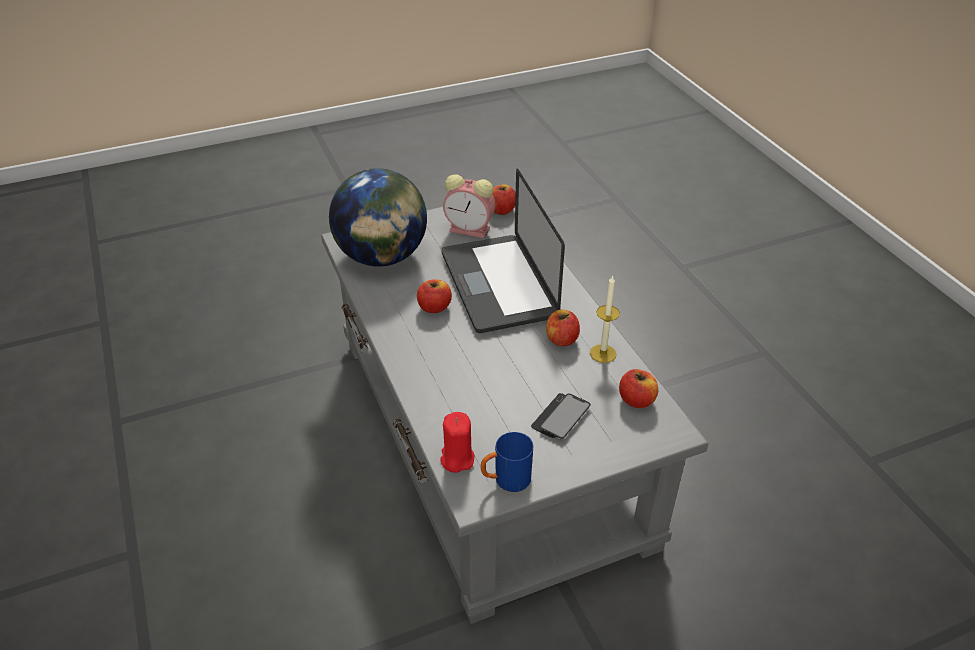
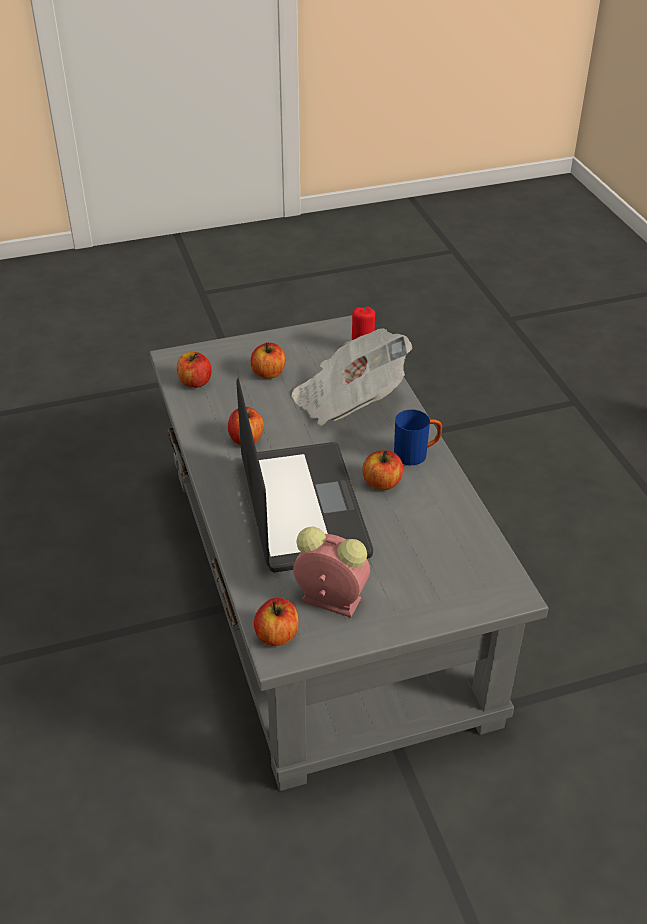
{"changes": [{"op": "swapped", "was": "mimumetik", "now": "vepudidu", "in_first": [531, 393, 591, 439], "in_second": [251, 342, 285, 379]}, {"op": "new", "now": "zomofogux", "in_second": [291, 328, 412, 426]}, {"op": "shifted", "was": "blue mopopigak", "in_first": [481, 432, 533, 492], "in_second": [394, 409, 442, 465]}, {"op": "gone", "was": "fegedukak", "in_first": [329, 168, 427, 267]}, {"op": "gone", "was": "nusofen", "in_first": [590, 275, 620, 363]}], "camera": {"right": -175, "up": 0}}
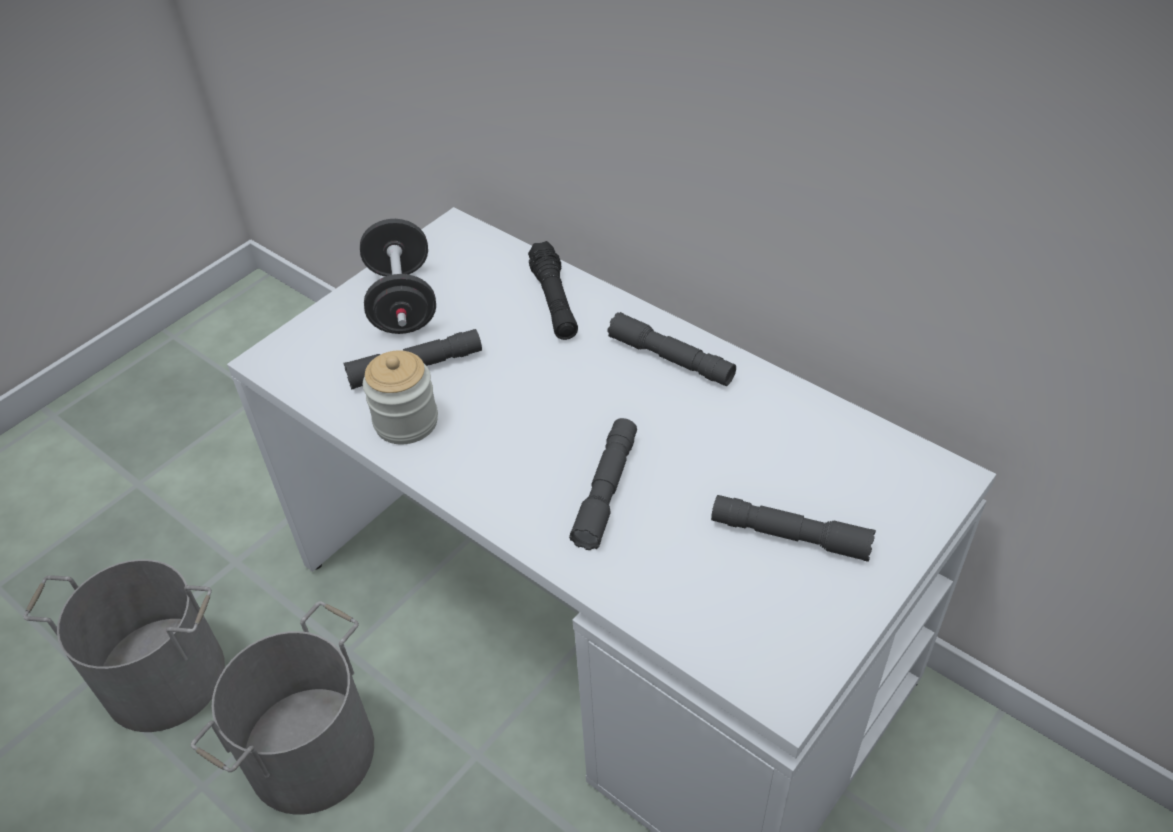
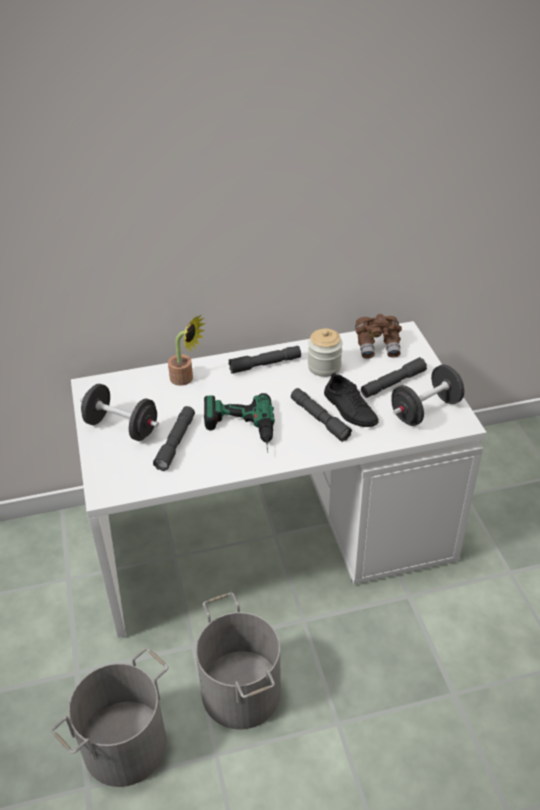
{"changes": [{"op": "swapped", "was": "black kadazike", "now": "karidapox", "in_first": [528, 241, 578, 340], "in_second": [168, 315, 206, 386]}, {"op": "new", "now": "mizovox", "in_second": [204, 393, 275, 453]}, {"op": "shifted", "was": "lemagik", "in_first": [363, 350, 438, 444], "in_second": [308, 329, 343, 377]}, {"op": "new", "now": "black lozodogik", "in_second": [324, 372, 378, 427]}, {"op": "new", "now": "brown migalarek", "in_second": [355, 314, 402, 359]}, {"op": "new", "now": "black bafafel", "in_second": [392, 364, 464, 426]}], "camera": {"right": -55, "up": -5}}
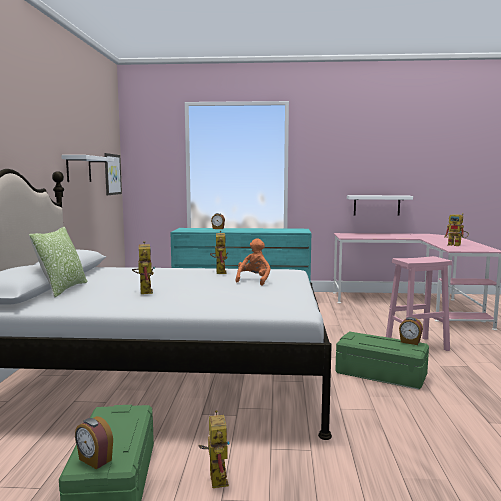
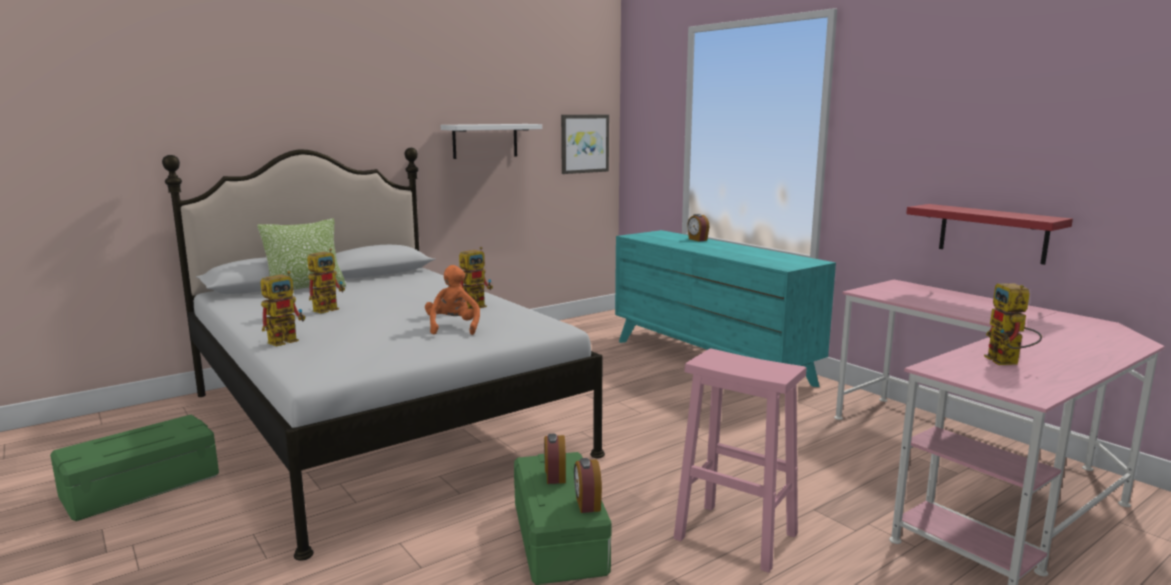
{"changes": [{"op": "shifted", "was": "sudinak", "in_first": [199, 410, 230, 488], "in_second": [261, 271, 305, 347]}, {"op": "rotated", "was": "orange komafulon", "in_first": [235, 238, 271, 286], "in_second": [425, 265, 480, 335], "clockwise": -75}, {"op": "shifted", "was": "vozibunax", "in_first": [75, 416, 113, 469], "in_second": [544, 434, 566, 484]}, {"op": "repainted", "was": "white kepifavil", "now": "red kepifavil", "in_first": [347, 195, 413, 216], "in_second": [906, 204, 1073, 265]}], "camera": {"right": 50, "up": 5}}
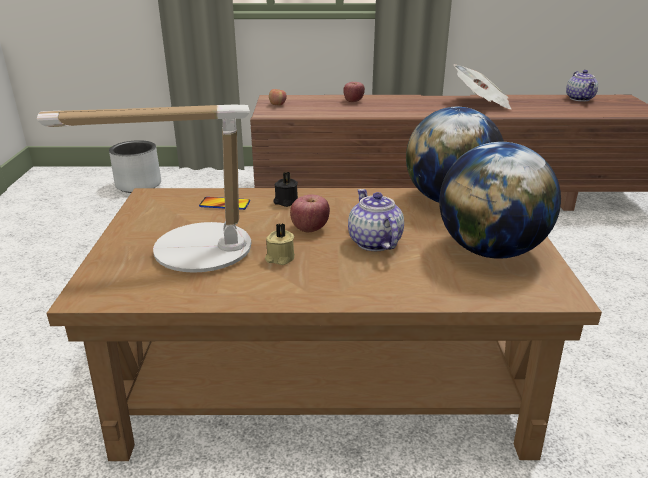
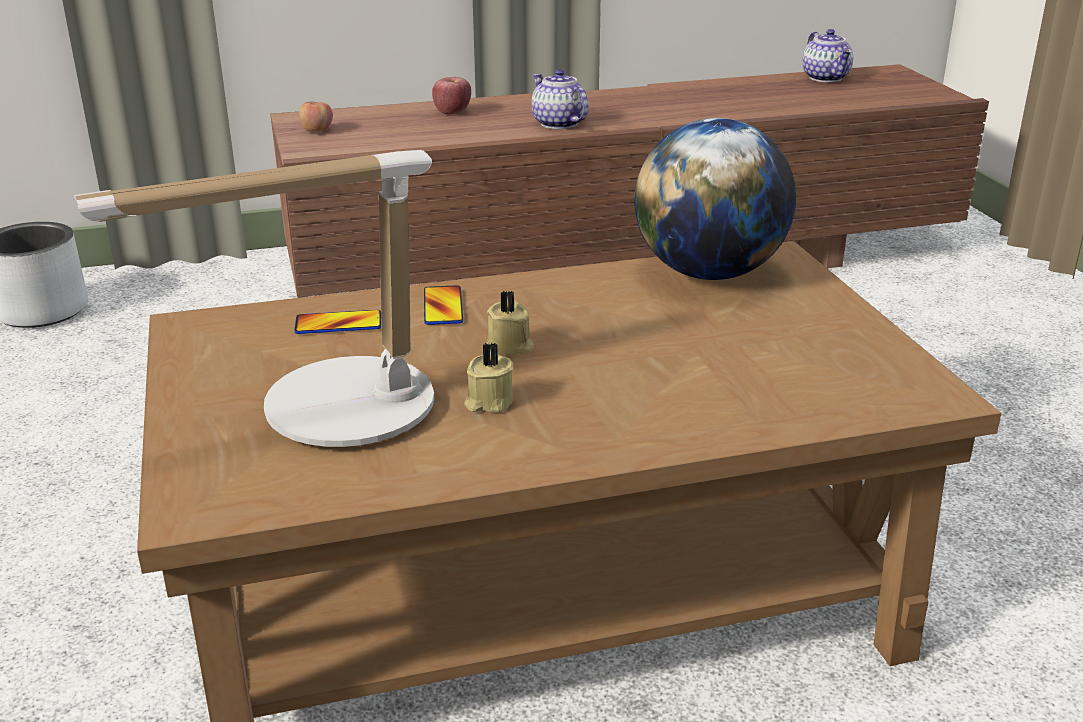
{"changes": [{"op": "swapped", "was": "black nusofen", "now": "mimumetik", "in_first": [273, 172, 298, 207], "in_second": [424, 285, 463, 325]}, {"op": "swapped", "was": "vepudidu", "now": "beige nusofen", "in_first": [290, 194, 330, 232], "in_second": [487, 290, 534, 355]}, {"op": "shifted", "was": "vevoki", "in_first": [348, 189, 404, 251], "in_second": [532, 69, 588, 129]}, {"op": "gone", "was": "fegedukak", "in_first": [439, 142, 561, 259]}, {"op": "gone", "was": "zomofogux", "in_first": [454, 64, 512, 110]}], "camera": {"right": -15, "up": 0}}
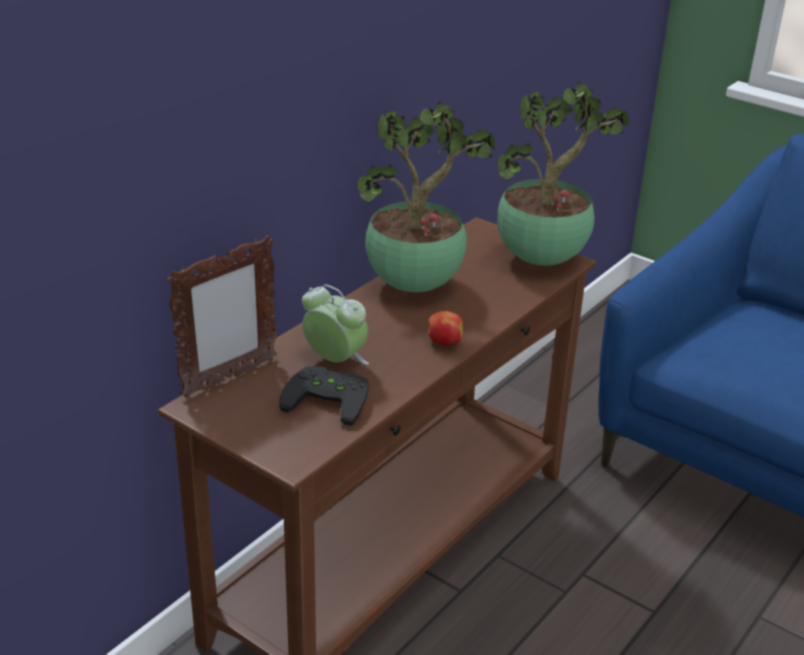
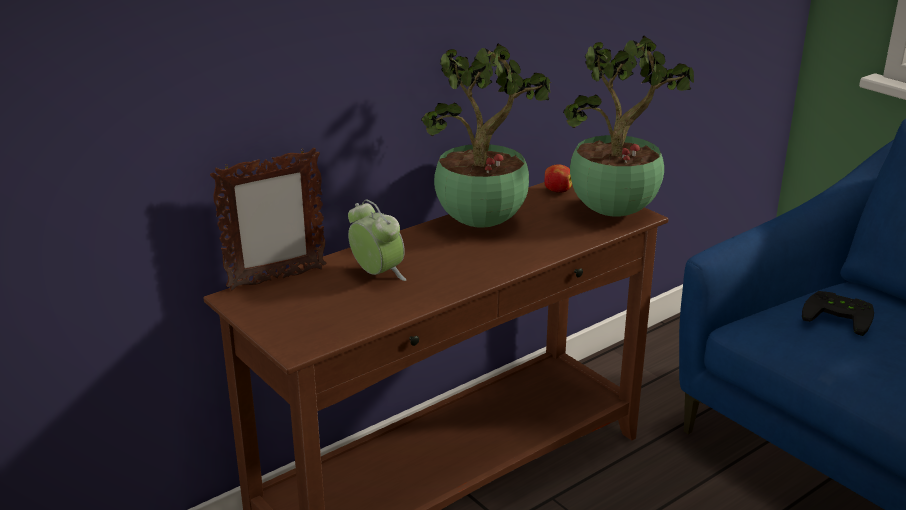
{"changes": [{"op": "shifted", "was": "vepudidu", "in_first": [428, 311, 463, 346], "in_second": [544, 164, 572, 193]}, {"op": "shifted", "was": "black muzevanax", "in_first": [279, 367, 369, 426], "in_second": [802, 291, 874, 336]}], "camera": {"right": 15, "up": -5}}
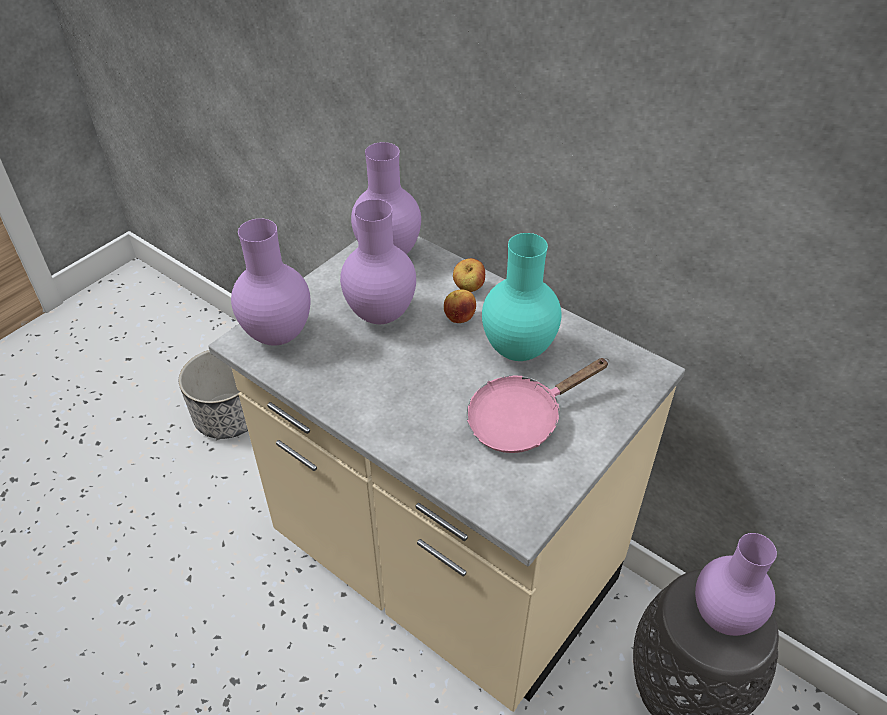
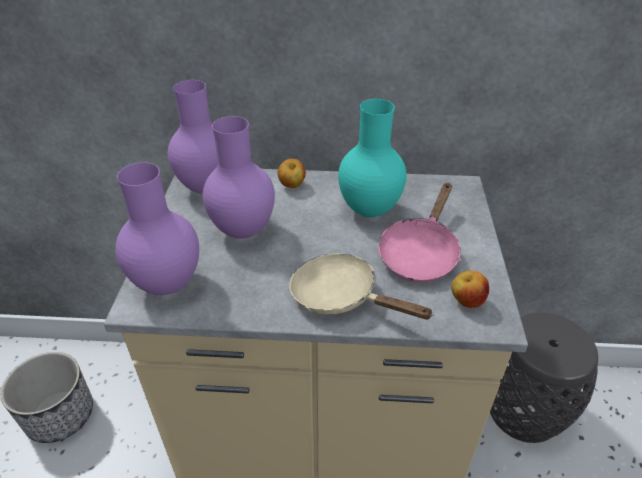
{"changes": [{"op": "new", "now": "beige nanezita", "in_second": [289, 253, 434, 320]}, {"op": "shifted", "was": "vepudidu", "in_first": [444, 290, 476, 323], "in_second": [451, 270, 489, 308]}, {"op": "gone", "was": "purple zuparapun", "in_first": [695, 533, 777, 636]}], "camera": {"right": -35, "up": -5}}
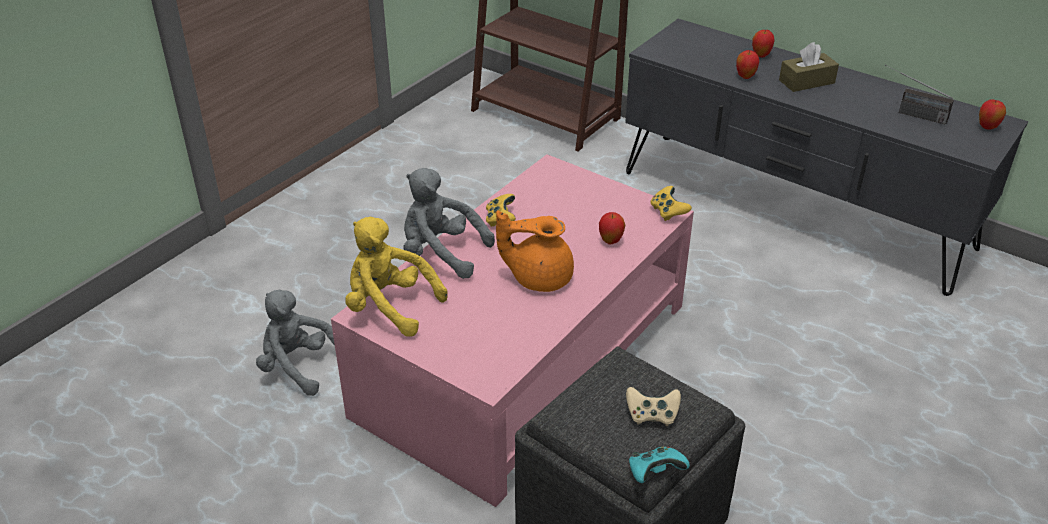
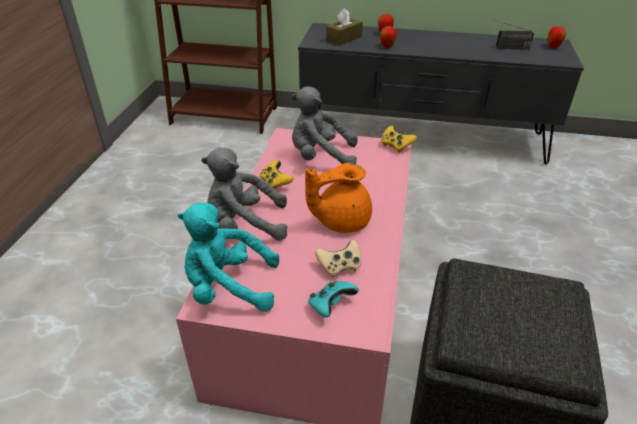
{"changes": [{"op": "repainted", "was": "yellow komafulon", "now": "turquoise komafulon", "in_first": [345, 217, 448, 337], "in_second": [178, 203, 279, 312]}, {"op": "shifted", "was": "grey komafulon", "in_first": [256, 290, 335, 396], "in_second": [292, 86, 358, 165]}, {"op": "shifted", "was": "turquoise muzevanax", "in_first": [629, 446, 690, 483], "in_second": [308, 281, 359, 317]}, {"op": "shifted", "was": "beige muzevanax", "in_first": [626, 387, 681, 426], "in_second": [315, 240, 361, 277]}, {"op": "shifted", "was": "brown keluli", "in_first": [779, 42, 839, 92], "in_second": [326, 8, 363, 46]}, {"op": "gone", "was": "vepudidu", "in_first": [599, 212, 625, 244]}], "camera": {"right": -25, "up": 0}}
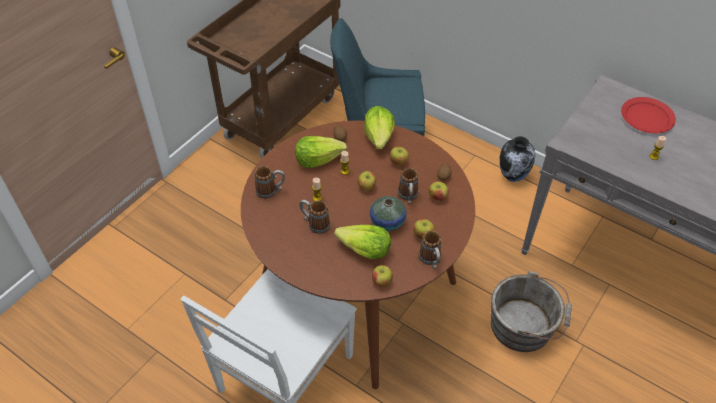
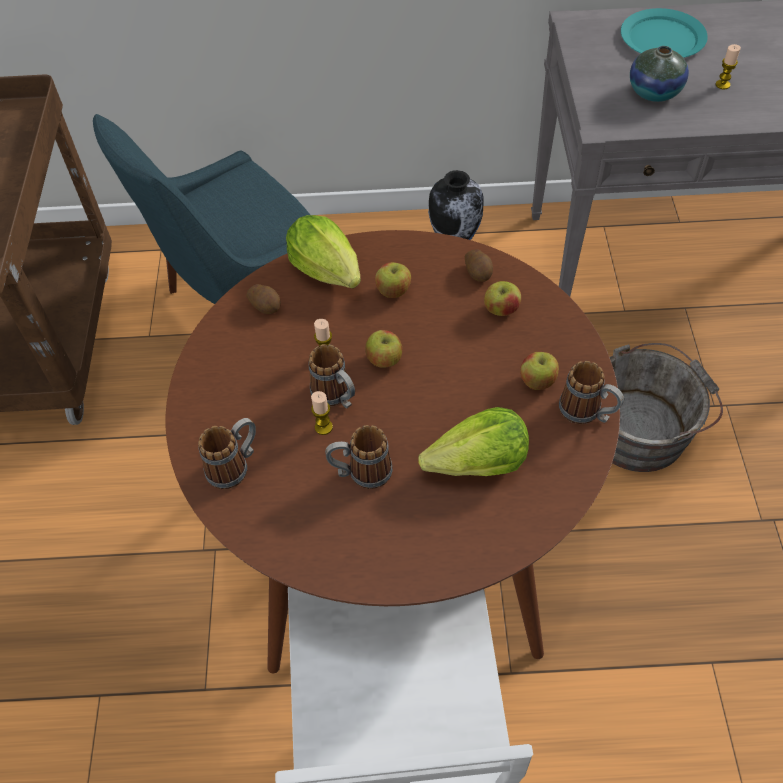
{"changes": [{"op": "shifted", "was": "mopopigak", "in_first": [398, 168, 419, 204], "in_second": [309, 344, 355, 408]}, {"op": "repainted", "was": "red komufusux", "now": "turquoise komufusux", "in_first": [621, 97, 676, 133], "in_second": [621, 8, 708, 58]}, {"op": "shifted", "was": "zuparapun", "in_first": [370, 196, 407, 231], "in_second": [630, 46, 689, 102]}, {"op": "gone", "was": "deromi", "in_first": [295, 136, 347, 168]}, {"op": "gone", "was": "vepudidu", "in_first": [372, 265, 393, 287]}], "camera": {"right": -35, "up": 5}}
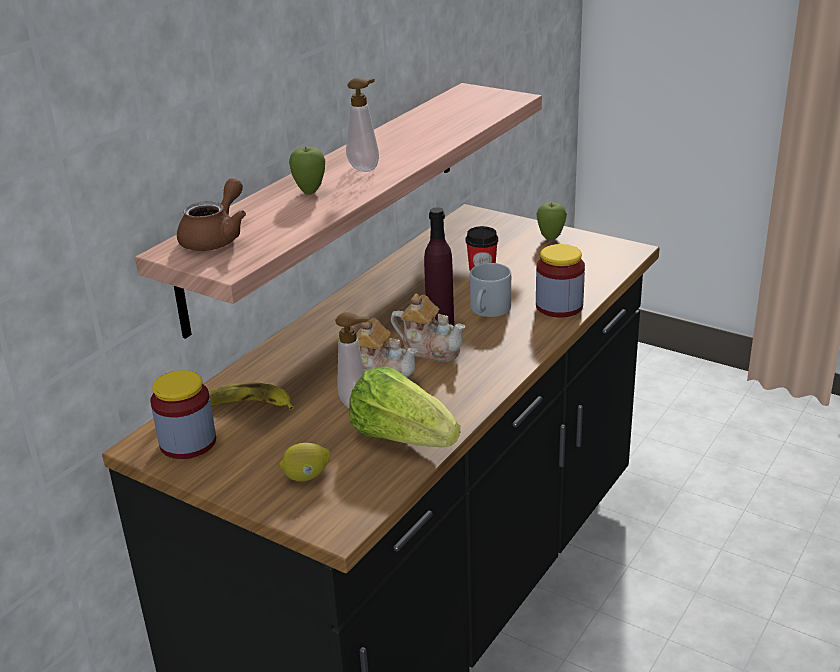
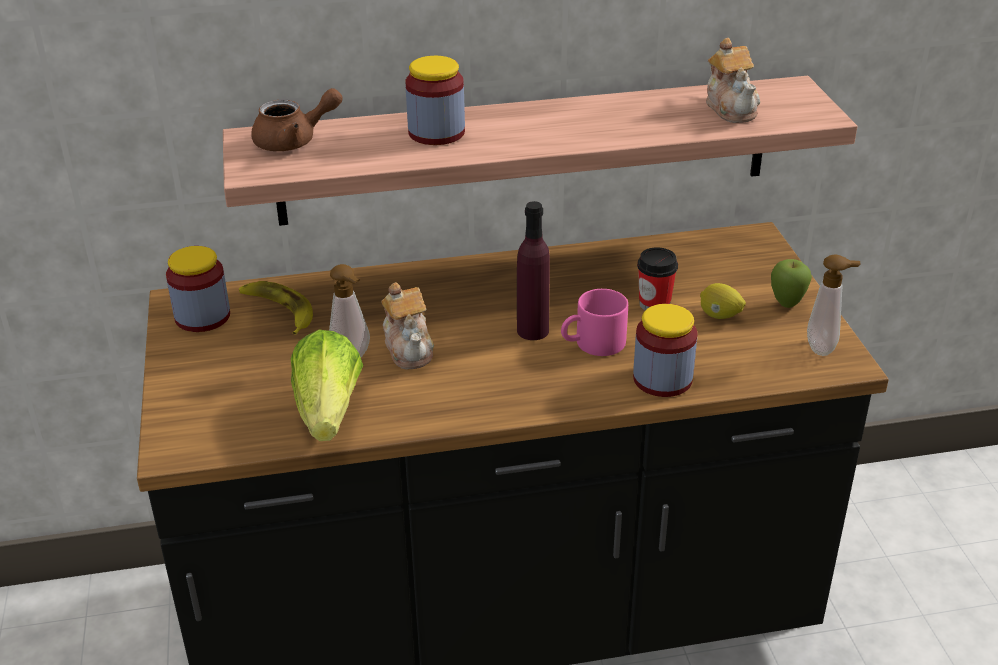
{"changes": [{"op": "swapped", "was": "vepudidu", "now": "lemagik", "in_first": [289, 147, 325, 195], "in_second": [406, 56, 465, 145]}, {"op": "repainted", "was": "grey mopopigak", "now": "pink mopopigak", "in_first": [470, 263, 511, 317], "in_second": [561, 289, 628, 356]}, {"op": "shifted", "was": "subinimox", "in_first": [279, 443, 330, 481], "in_second": [700, 283, 746, 319]}, {"op": "shifted", "was": "vevoki", "in_first": [391, 294, 465, 362], "in_second": [706, 38, 760, 123]}, {"op": "shifted", "was": "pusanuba", "in_first": [346, 78, 379, 172], "in_second": [807, 254, 861, 356]}], "camera": {"right": 45, "up": 5}}
